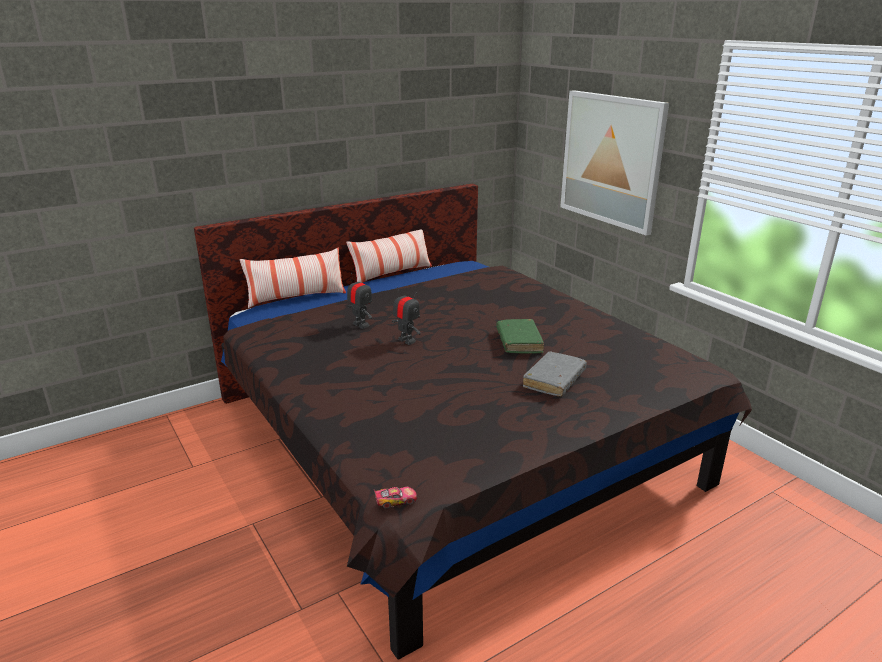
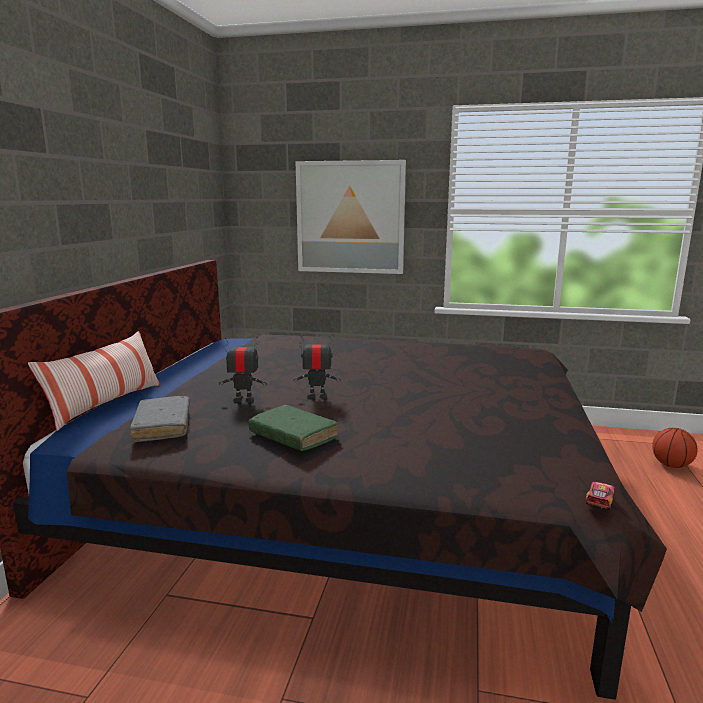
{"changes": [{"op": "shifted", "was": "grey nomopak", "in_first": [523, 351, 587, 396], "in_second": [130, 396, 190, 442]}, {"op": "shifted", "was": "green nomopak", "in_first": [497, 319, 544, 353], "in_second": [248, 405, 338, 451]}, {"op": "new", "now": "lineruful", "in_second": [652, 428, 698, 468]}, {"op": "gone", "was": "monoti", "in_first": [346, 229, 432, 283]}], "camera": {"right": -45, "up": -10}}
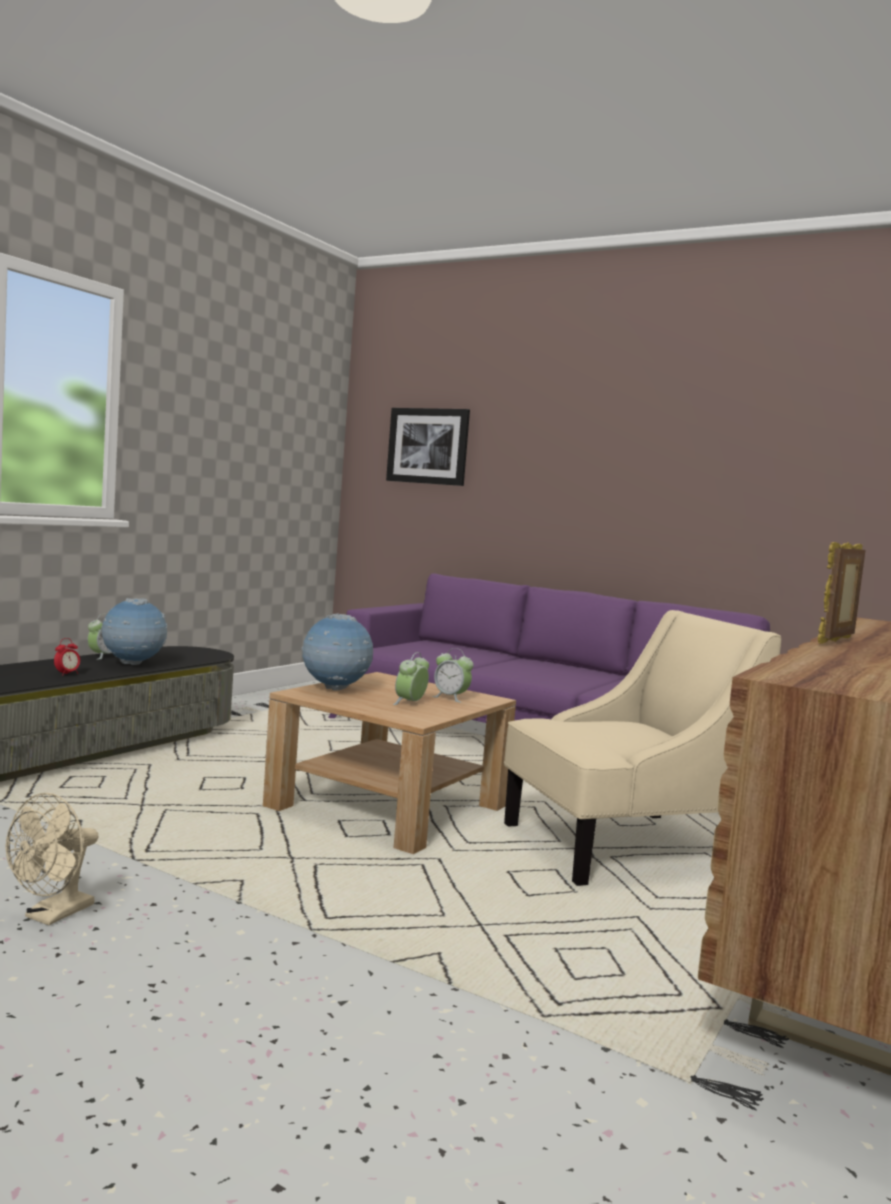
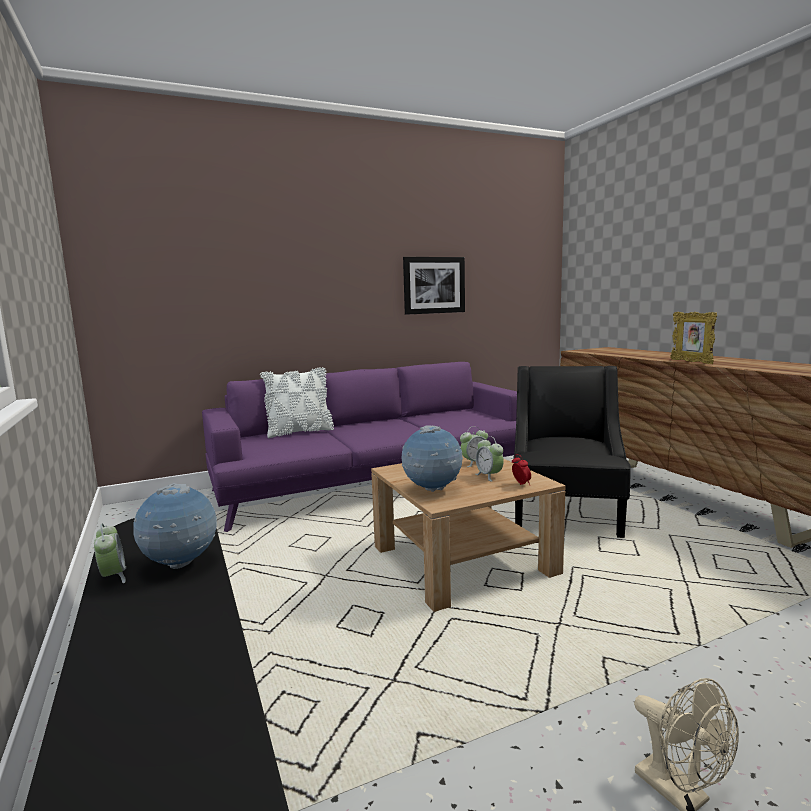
{"changes": [{"op": "new", "now": "white monoti", "in_second": [260, 367, 334, 438]}, {"op": "shifted", "was": "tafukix", "in_first": [386, 408, 470, 486], "in_second": [403, 257, 465, 315]}, {"op": "shifted", "was": "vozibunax", "in_first": [54, 638, 80, 676], "in_second": [512, 454, 531, 485]}, {"op": "repainted", "was": "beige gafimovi", "now": "black gafimovi", "in_first": [504, 610, 781, 886], "in_second": [513, 366, 631, 538]}], "camera": {"right": -55, "up": 5}}
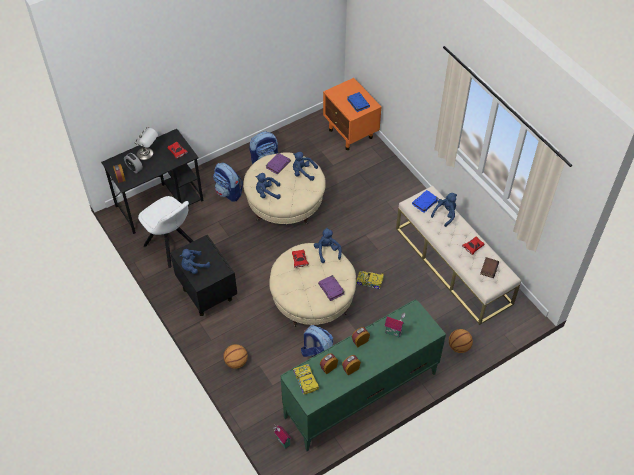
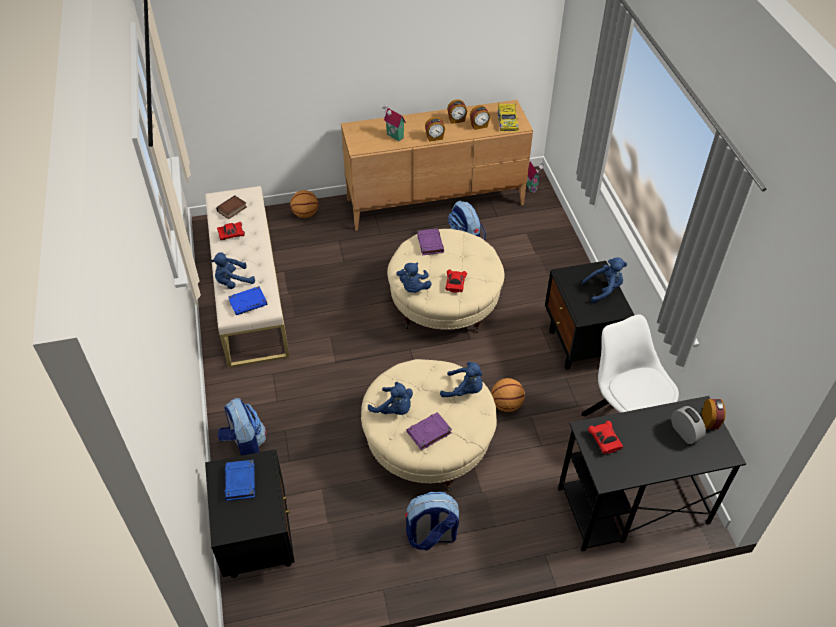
{"changes": [{"op": "repainted", "was": "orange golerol", "now": "black golerol", "in_first": [323, 78, 382, 150], "in_second": [205, 450, 295, 578]}, {"op": "shifted", "was": "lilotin", "in_first": [213, 162, 243, 202], "in_second": [218, 398, 266, 456]}, {"op": "repainted", "was": "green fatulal", "now": "brown fatulal", "in_first": [280, 299, 446, 451], "in_second": [341, 100, 533, 231]}, {"op": "shifted", "was": "lineruful", "in_first": [223, 344, 248, 369], "in_second": [491, 378, 525, 412]}, {"op": "gone", "was": "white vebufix", "in_first": [134, 127, 158, 160]}, {"op": "gone", "was": "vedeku", "in_first": [356, 271, 384, 289]}], "camera": {"right": -160, "up": -5}}
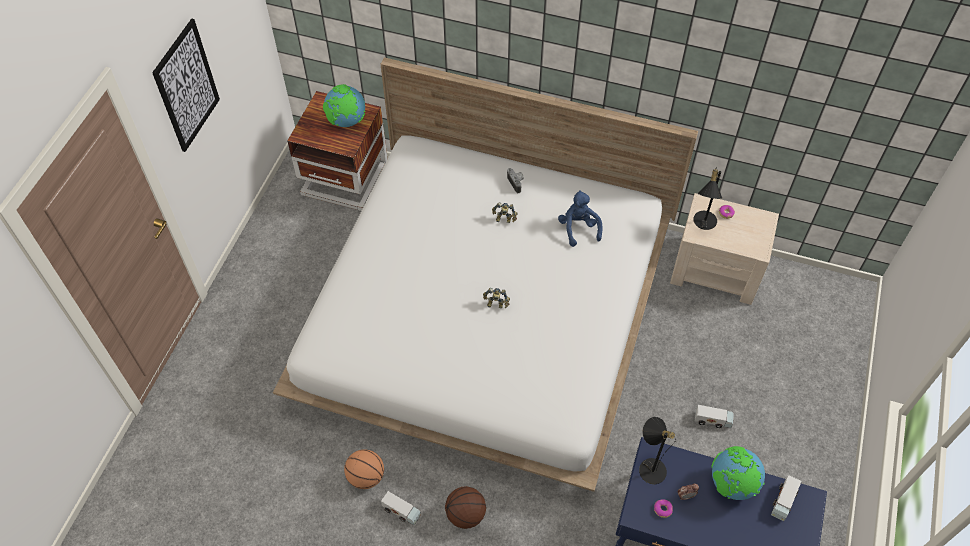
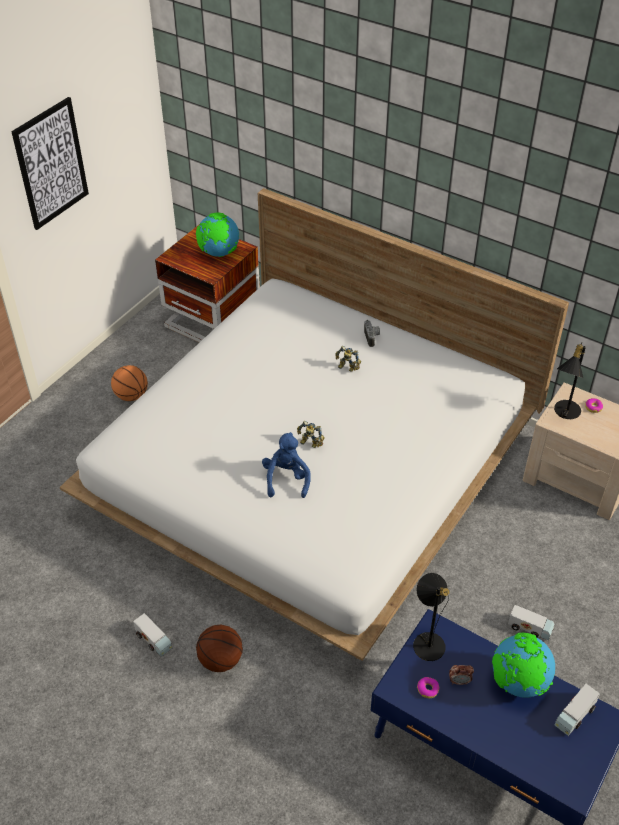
{"changes": [{"op": "shifted", "was": "lineruful", "in_first": [344, 449, 384, 489], "in_second": [111, 365, 148, 401]}, {"op": "shifted", "was": "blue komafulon", "in_first": [558, 190, 603, 247], "in_second": [262, 432, 311, 498]}], "camera": {"right": 15, "up": -10}}
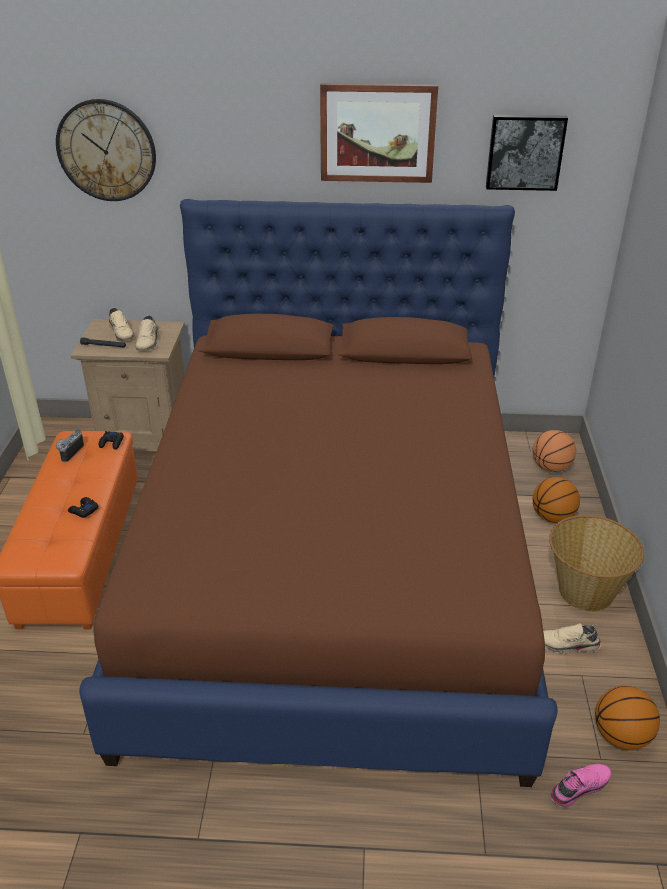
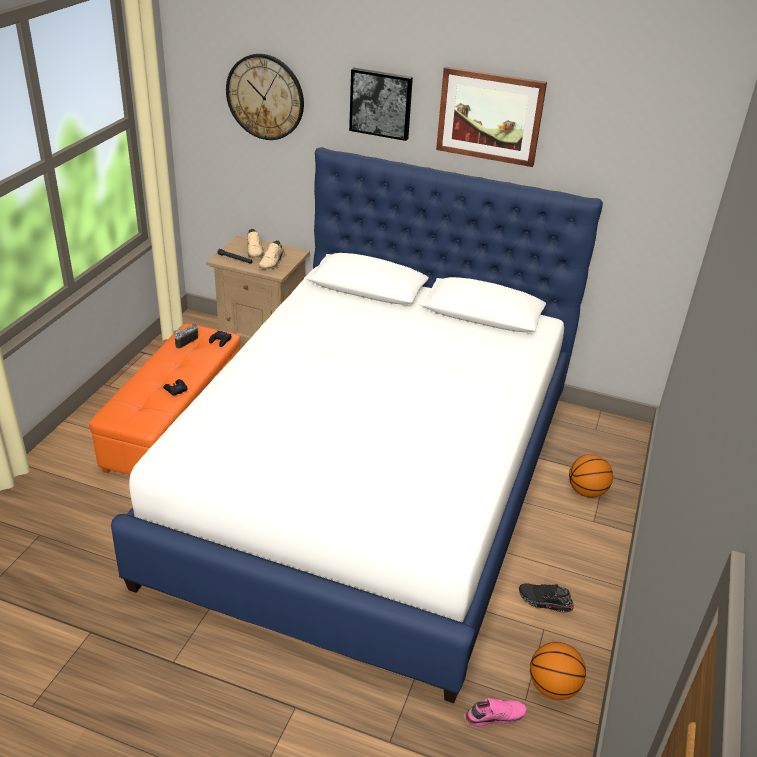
{"changes": [{"op": "repainted", "was": "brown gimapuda", "now": "white gimapuda", "in_first": [79, 199, 558, 787], "in_second": [111, 148, 603, 703]}, {"op": "shifted", "was": "tafukix", "in_first": [486, 115, 568, 191], "in_second": [349, 68, 413, 141]}, {"op": "repainted", "was": "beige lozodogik", "now": "black lozodogik", "in_first": [543, 623, 601, 654], "in_second": [519, 584, 574, 613]}, {"op": "gone", "was": "lineruful", "in_first": [532, 430, 576, 472]}, {"op": "gone", "was": "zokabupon", "in_first": [549, 515, 644, 612]}], "camera": {"right": 15, "up": 0}}
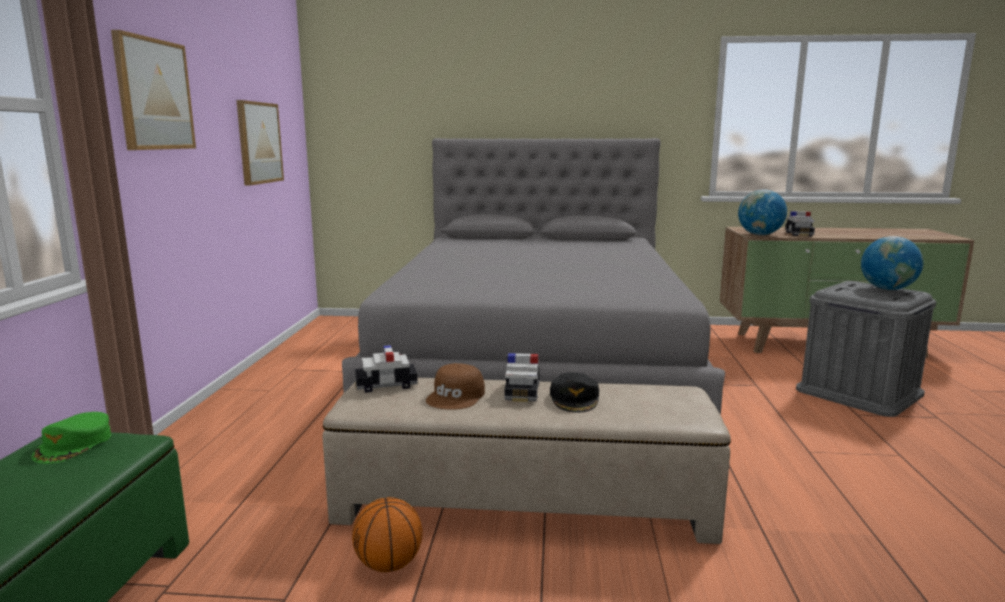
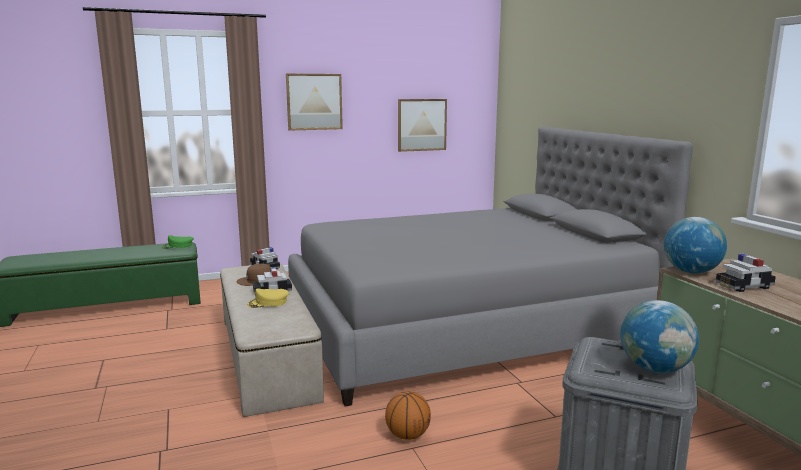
{"changes": [{"op": "repainted", "was": "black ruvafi", "now": "yellow ruvafi", "in_first": [550, 372, 599, 413], "in_second": [247, 288, 289, 308]}, {"op": "shifted", "was": "lineruful", "in_first": [352, 497, 423, 572], "in_second": [385, 391, 431, 440]}], "camera": {"right": 65, "up": 0}}
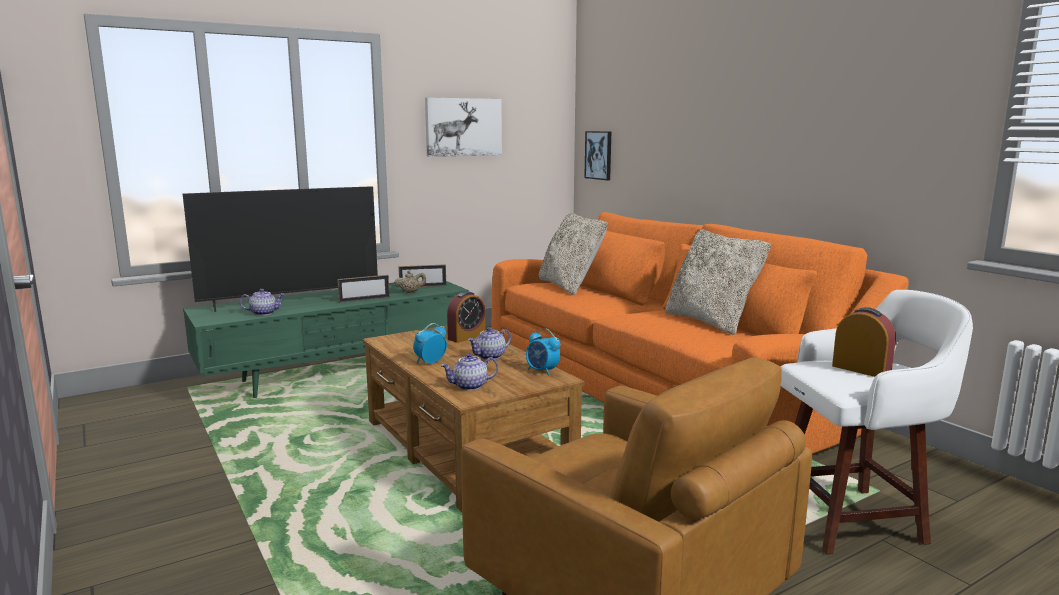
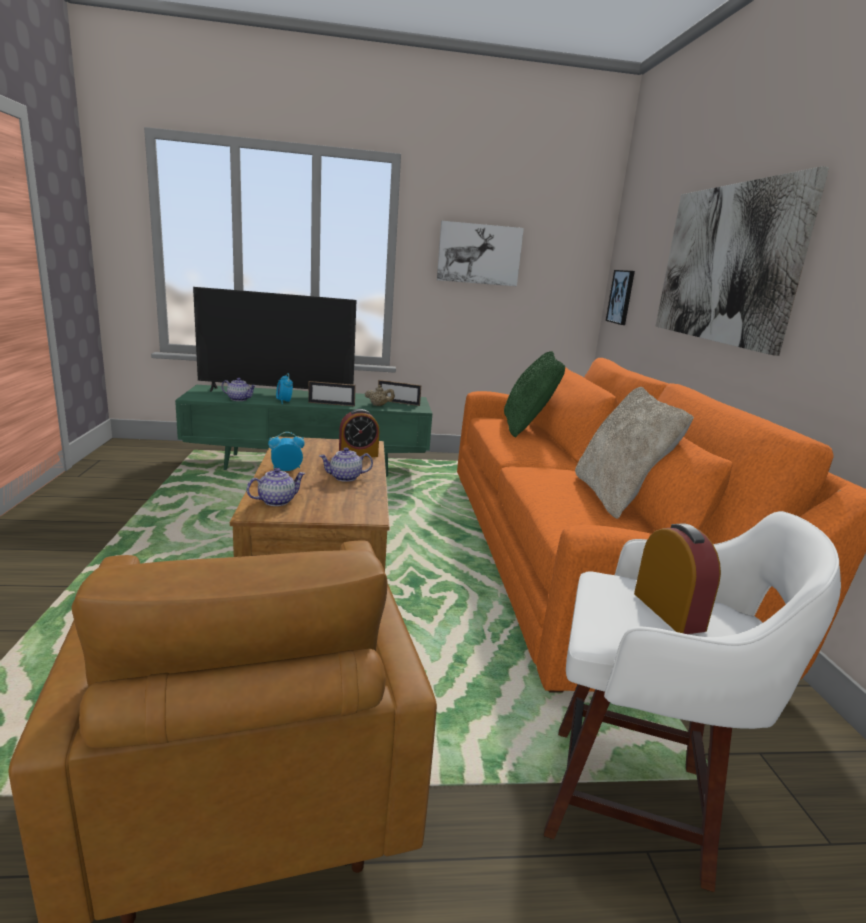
{"changes": [{"op": "rotated", "was": "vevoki", "in_first": [441, 353, 498, 391], "in_second": [247, 468, 305, 506], "clockwise": 135}, {"op": "shifted", "was": "vozibunax", "in_first": [526, 328, 560, 376], "in_second": [276, 373, 293, 404]}, {"op": "repainted", "was": "beige monoti", "now": "green monoti", "in_first": [538, 212, 608, 295], "in_second": [504, 351, 566, 437]}, {"op": "new", "now": "tafukix", "in_second": [655, 166, 829, 356]}], "camera": {"right": 25, "up": 5}}
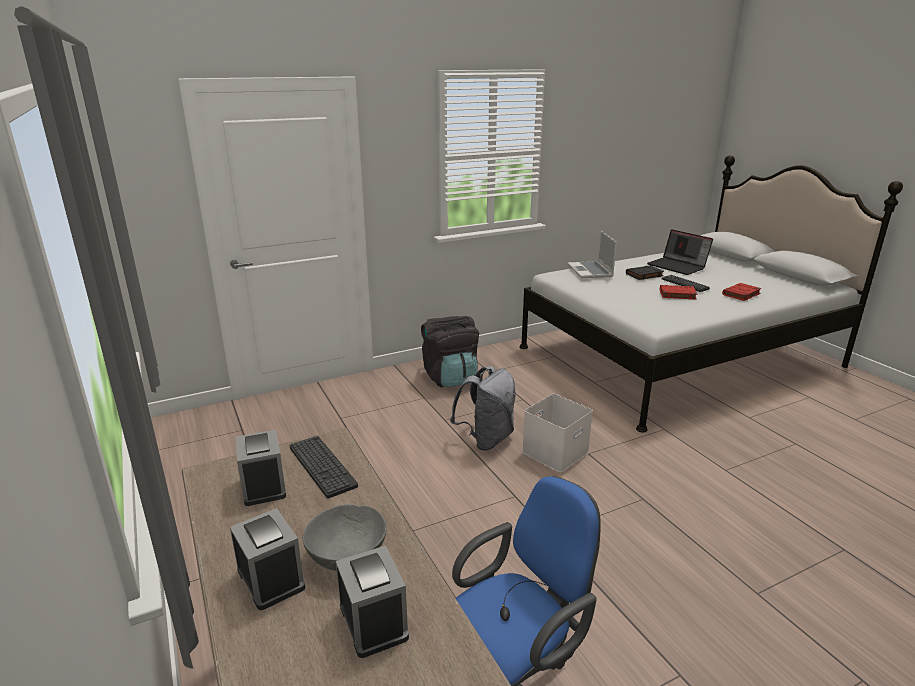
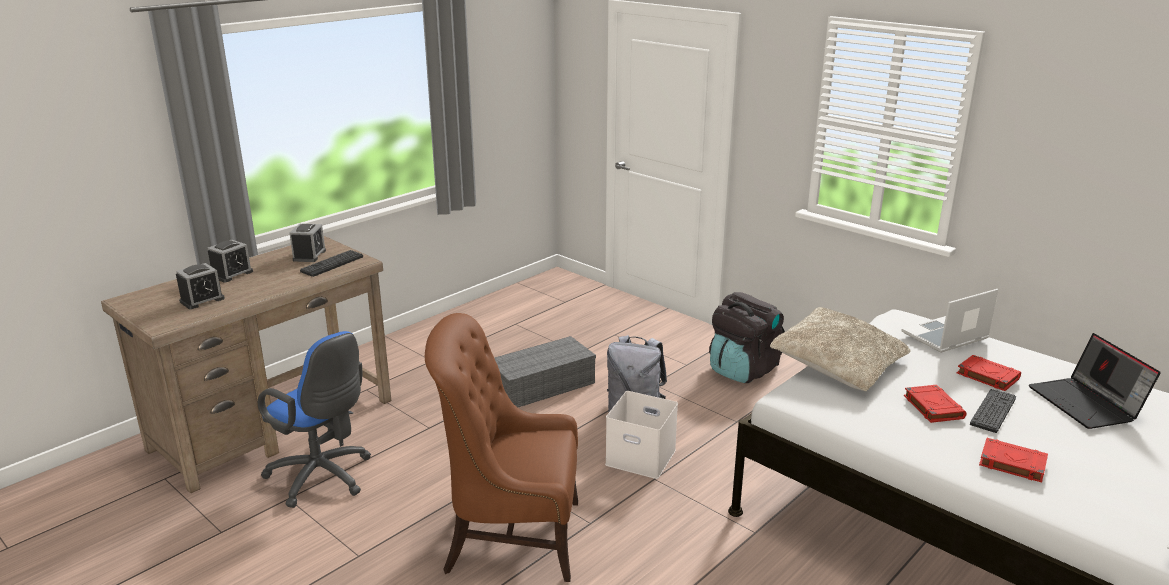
{"changes": [{"op": "rotated", "was": "vozibunax", "in_first": [235, 430, 286, 506], "in_second": [289, 224, 326, 262], "clockwise": -45}, {"op": "new", "now": "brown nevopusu", "in_second": [425, 313, 578, 582]}, {"op": "new", "now": "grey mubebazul", "in_second": [495, 336, 596, 407]}, {"op": "new", "now": "beige monoti", "in_second": [770, 307, 911, 391]}, {"op": "repainted", "was": "black nomopak", "now": "red nomopak", "in_first": [626, 265, 664, 280], "in_second": [957, 355, 1021, 391]}, {"op": "rotated", "was": "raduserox", "in_first": [647, 229, 713, 275], "in_second": [1029, 333, 1161, 429], "clockwise": -45}, {"op": "gone", "was": "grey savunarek", "in_first": [303, 504, 387, 571]}], "camera": {"right": 70, "up": 0}}
